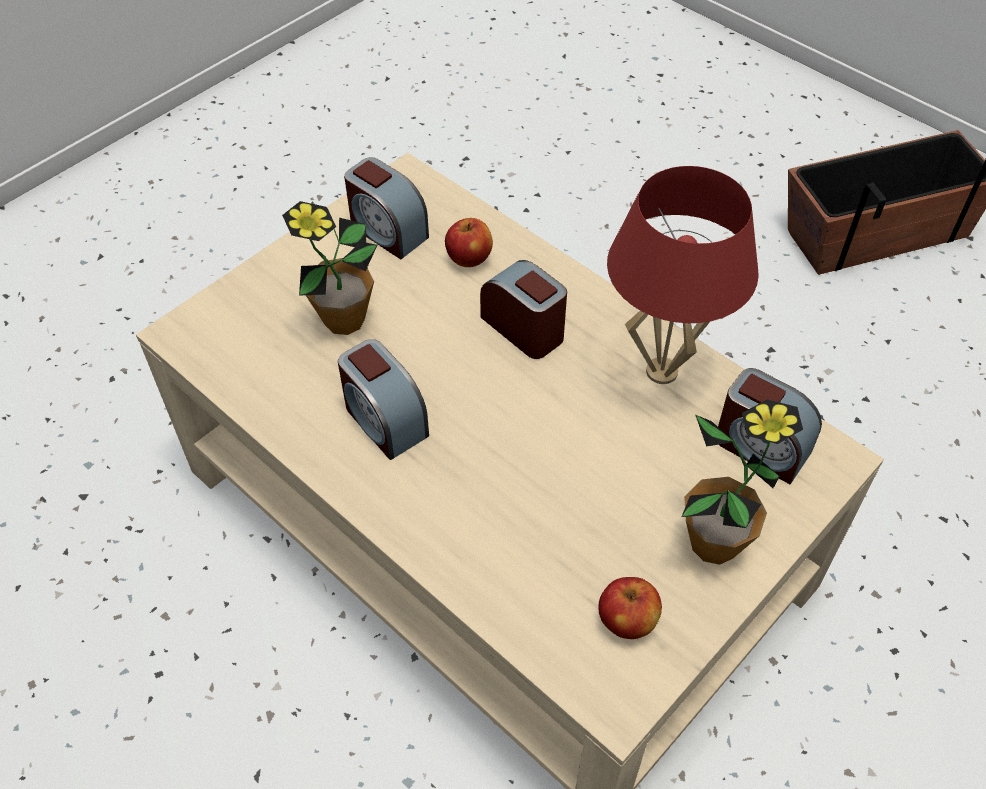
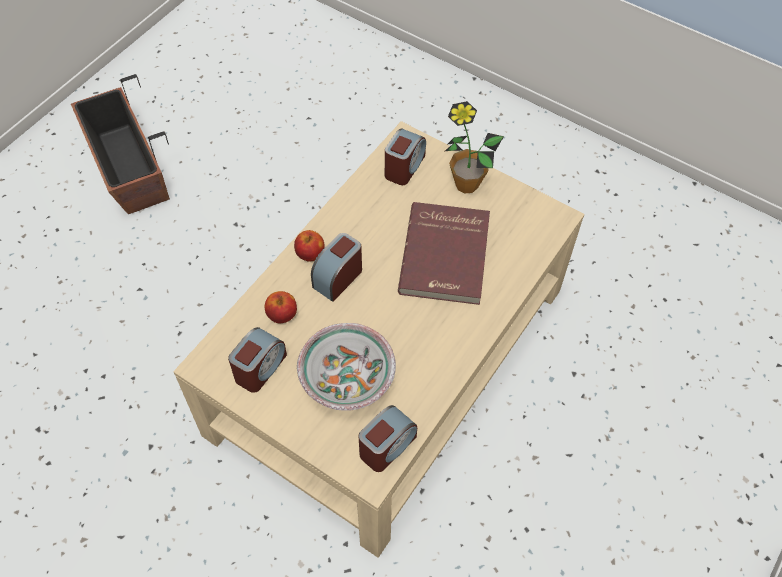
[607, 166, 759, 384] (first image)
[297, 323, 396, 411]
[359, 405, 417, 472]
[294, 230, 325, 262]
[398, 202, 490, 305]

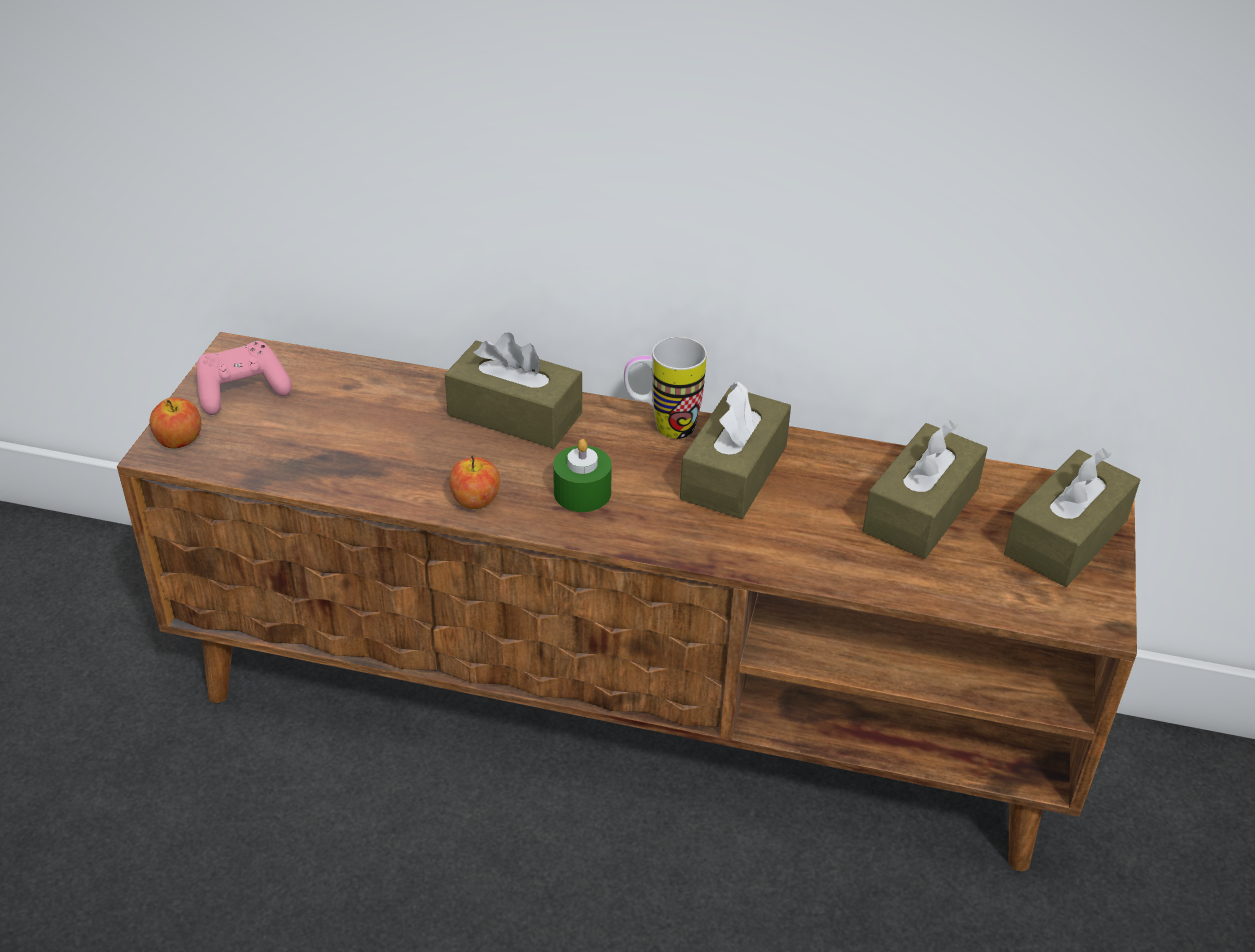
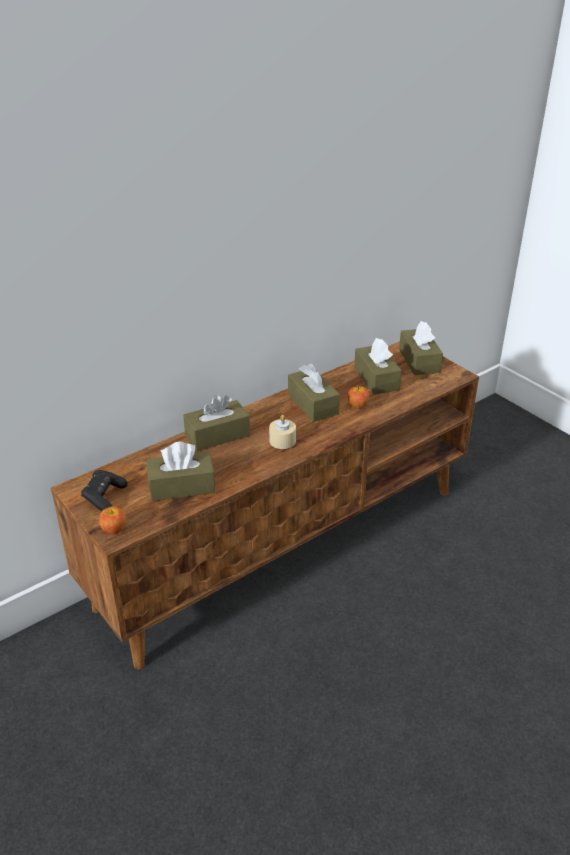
[624, 337, 707, 439] (first image)
[81, 470, 128, 511]
[269, 415, 296, 449]
[348, 385, 369, 409]
[147, 441, 215, 501]

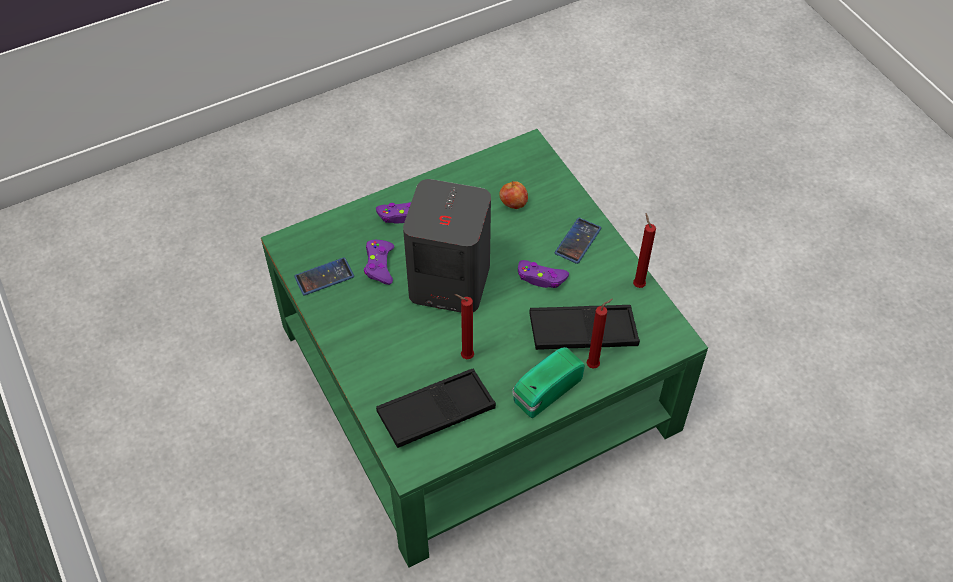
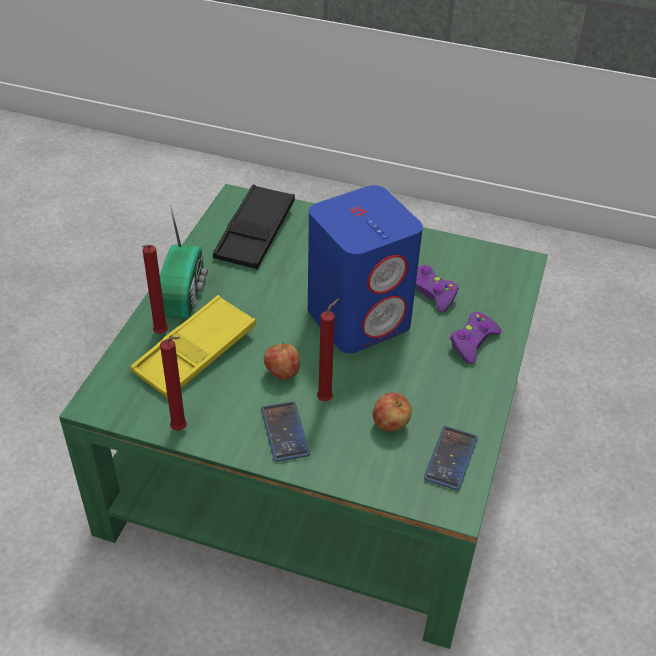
[308, 185, 423, 353]
[424, 426, 478, 491]
[264, 342, 300, 380]
[317, 298, 339, 401]
[130, 295, 256, 398]

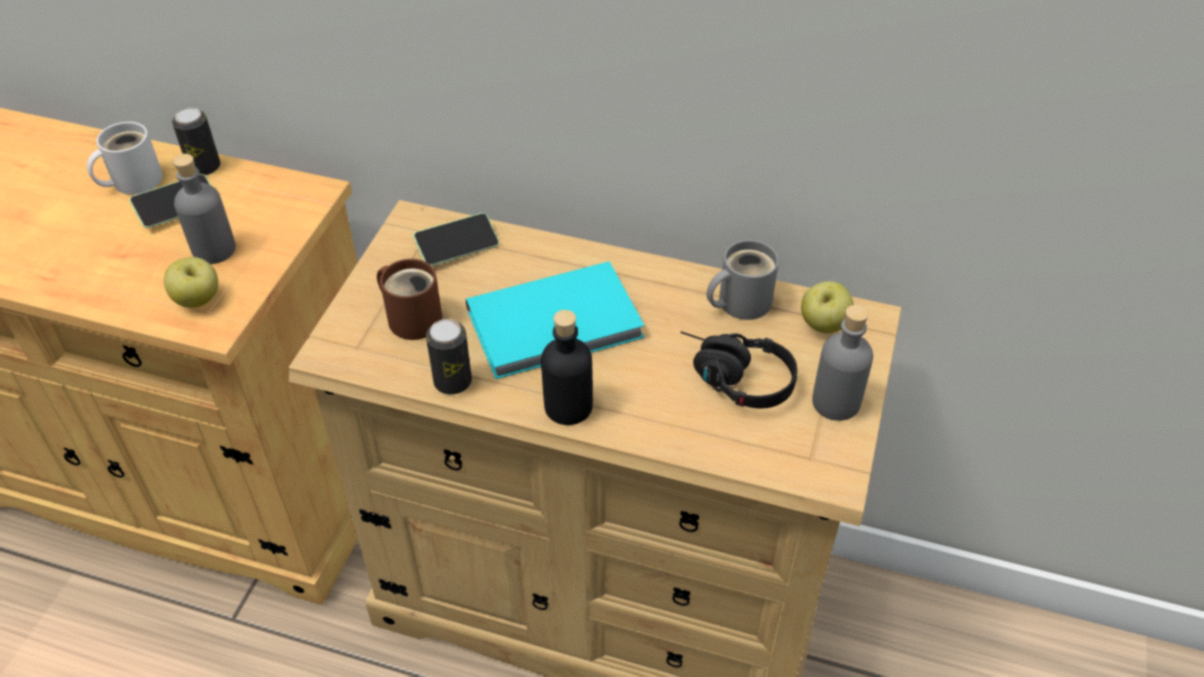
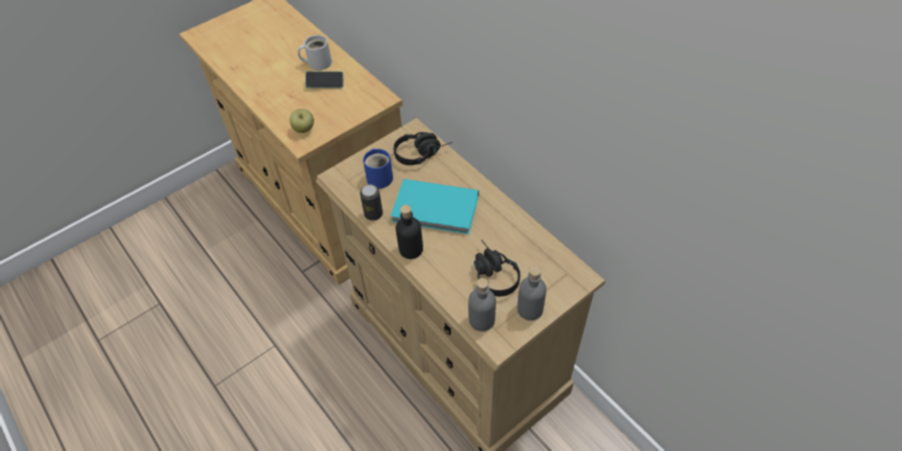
[172, 107, 221, 175] (first image)
[468, 278, 496, 332]
[394, 132, 453, 165]
[707, 240, 779, 320] (first image)
[363, 148, 393, 189]
[801, 281, 854, 333] (first image)

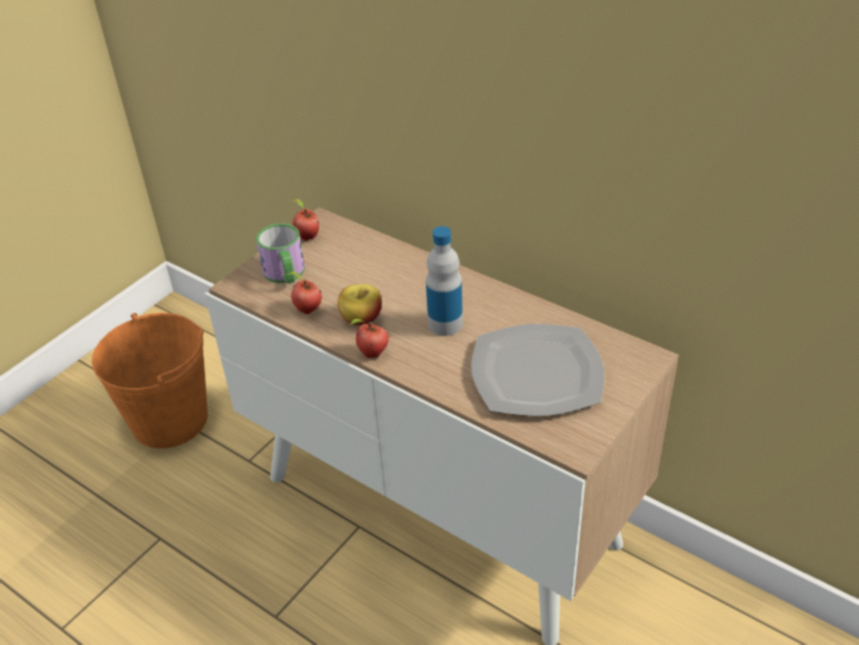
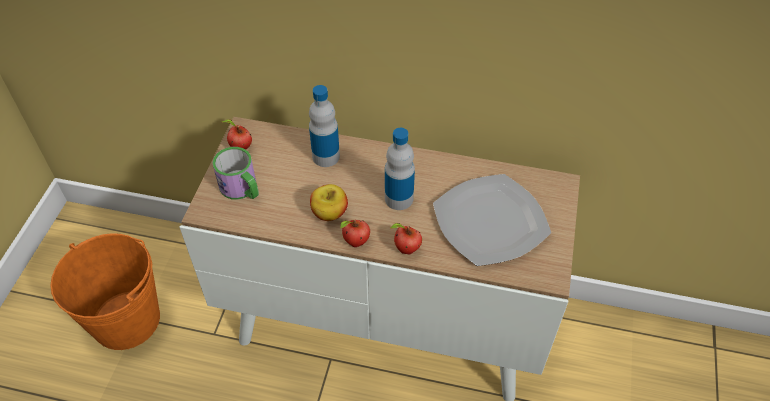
[391, 223, 422, 254]
[309, 85, 340, 167]

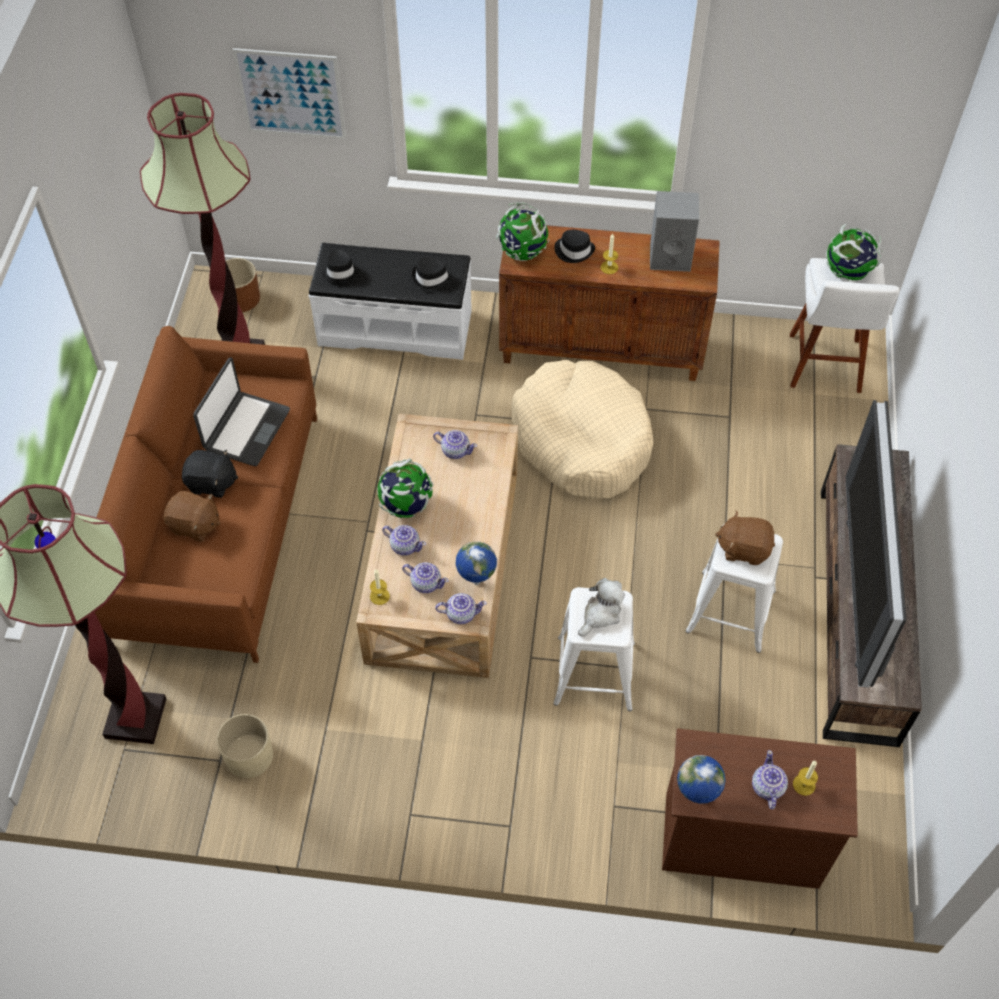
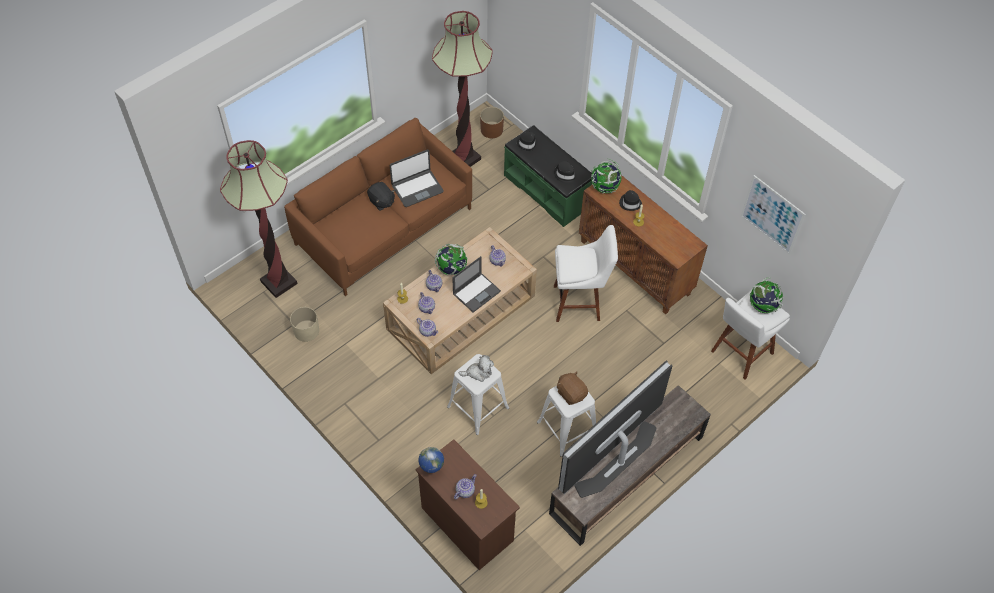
[741, 175, 806, 255]
[650, 191, 699, 272] (first image)
[504, 125, 592, 227]
[554, 225, 618, 322]
[164, 491, 220, 542] (first image)
[456, 541, 497, 585] (first image)
[452, 256, 501, 313]

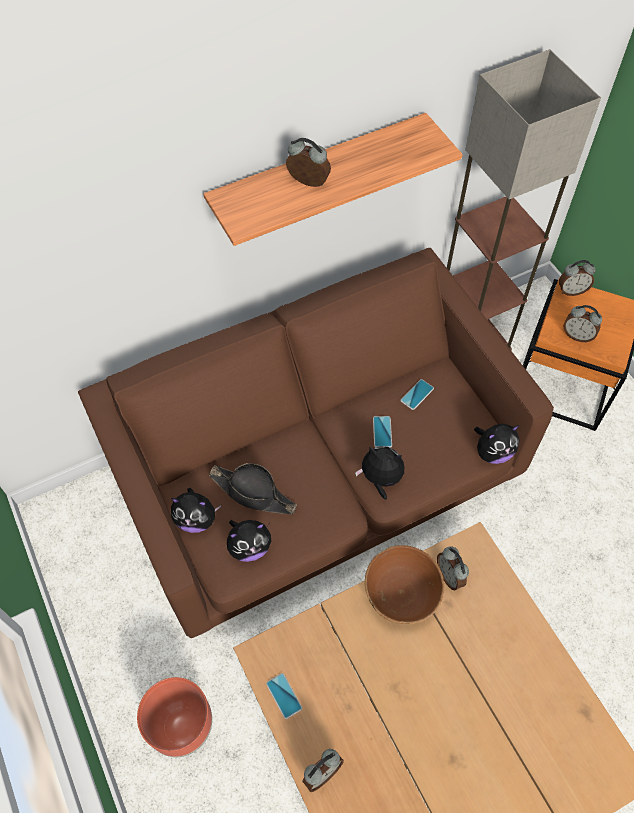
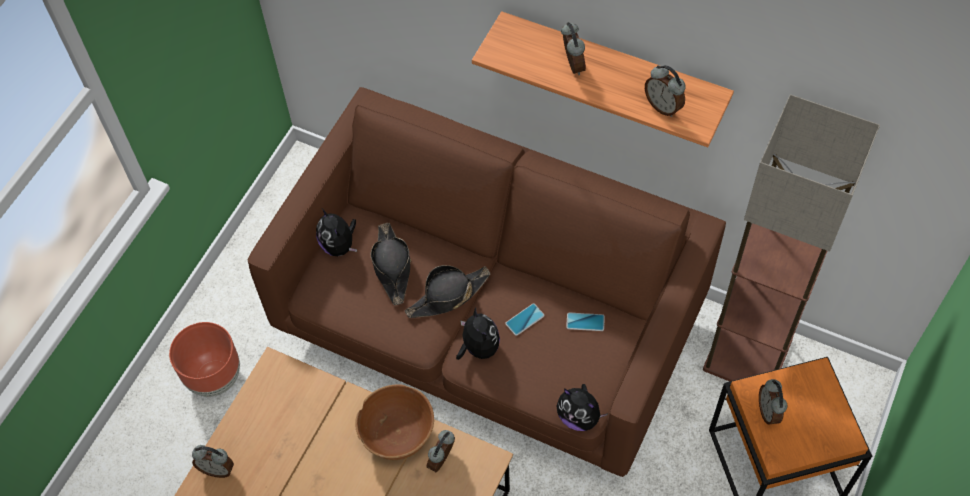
[645, 65, 686, 117]
[227, 520, 271, 562] (first image)
[266, 673, 302, 719] (first image)
[405, 265, 490, 318]

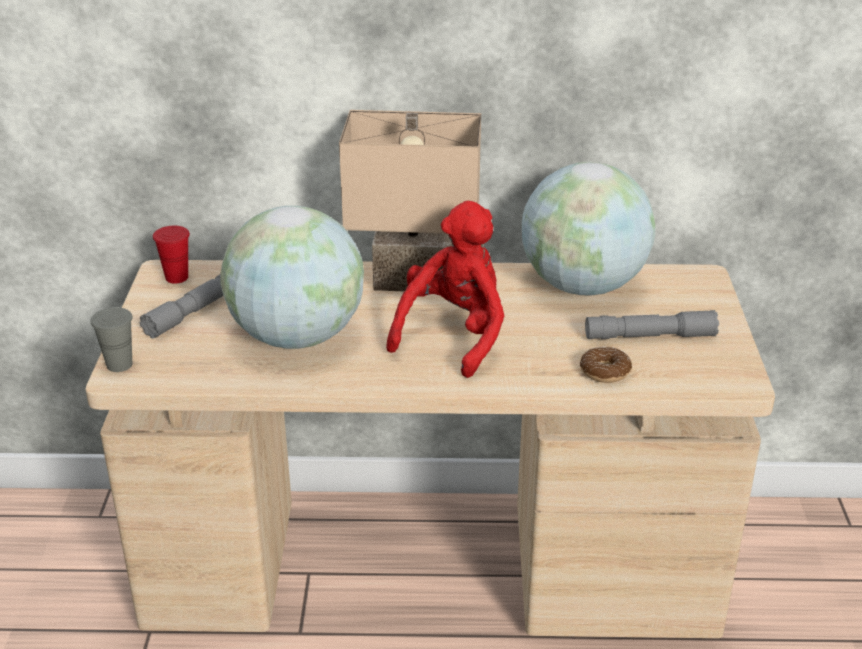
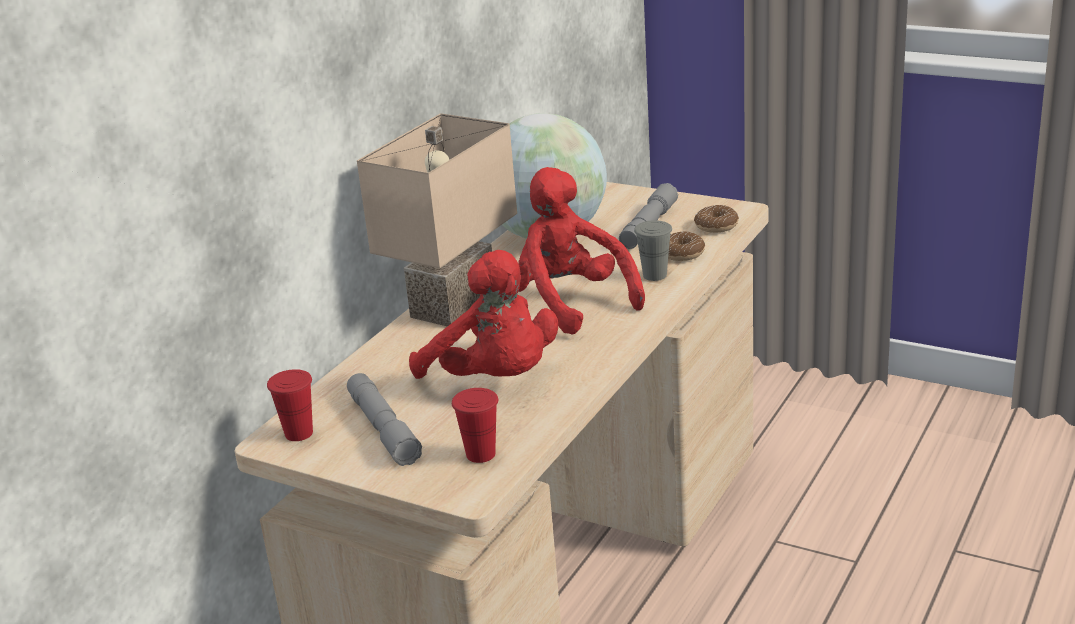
[409, 250, 558, 379]
[634, 220, 672, 281]
[694, 205, 739, 233]
[452, 388, 498, 463]

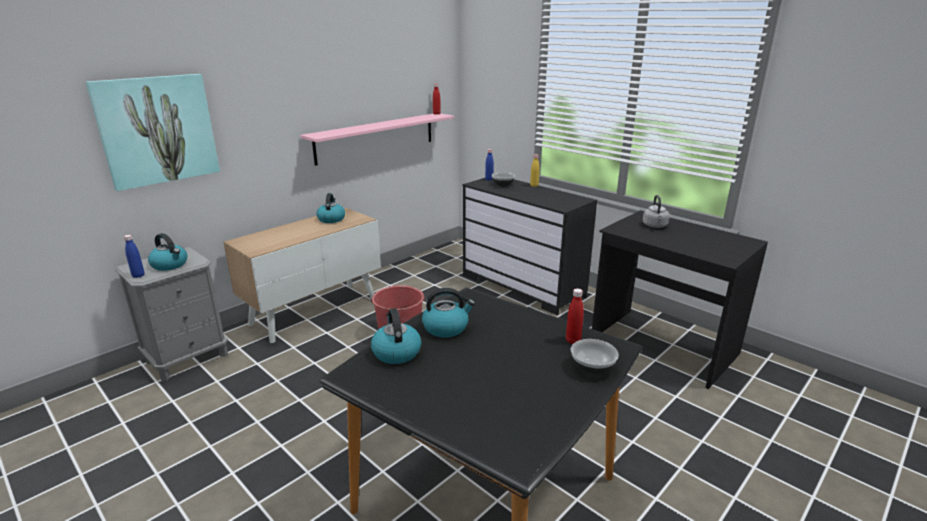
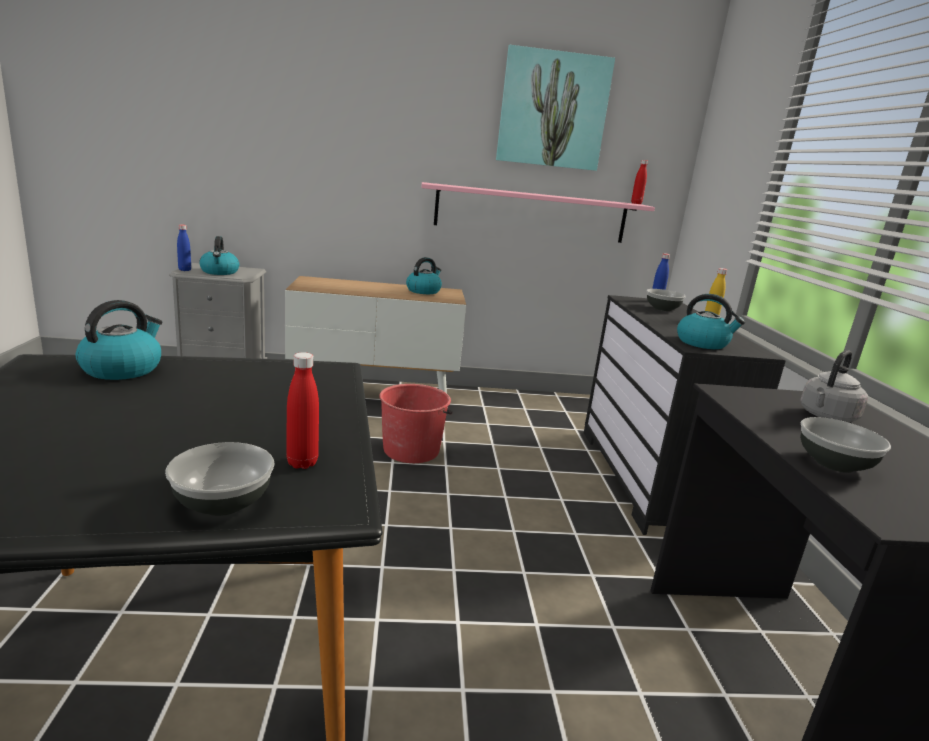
[496, 45, 615, 171]
[677, 294, 745, 349]
[800, 417, 891, 473]

